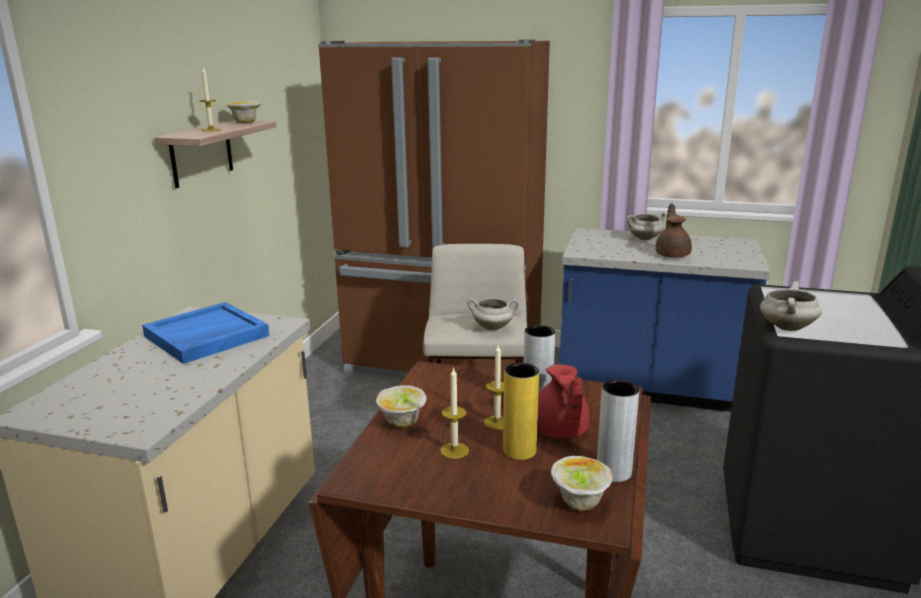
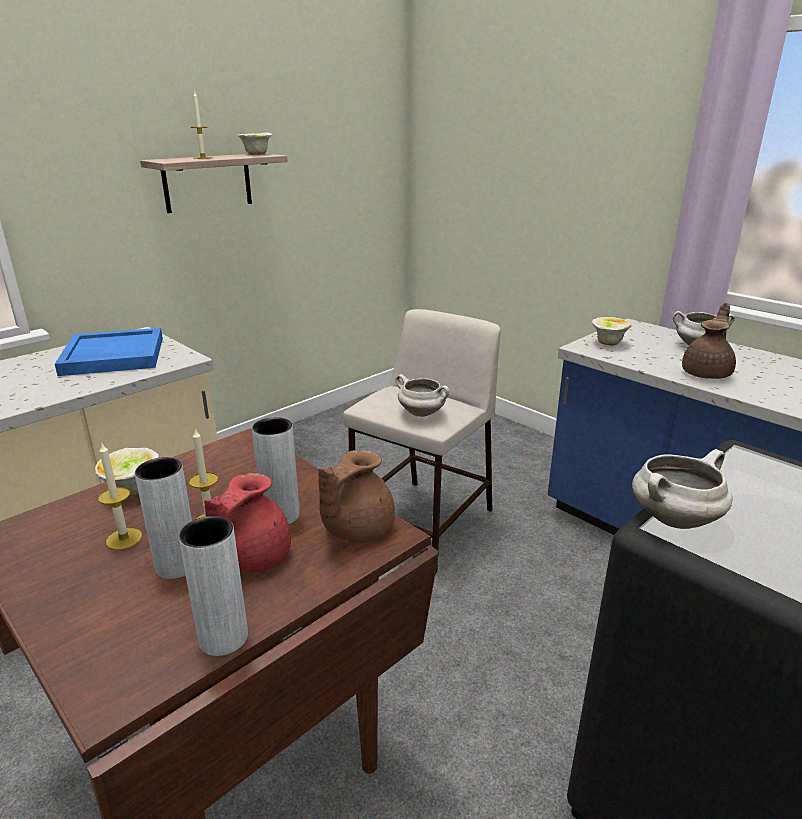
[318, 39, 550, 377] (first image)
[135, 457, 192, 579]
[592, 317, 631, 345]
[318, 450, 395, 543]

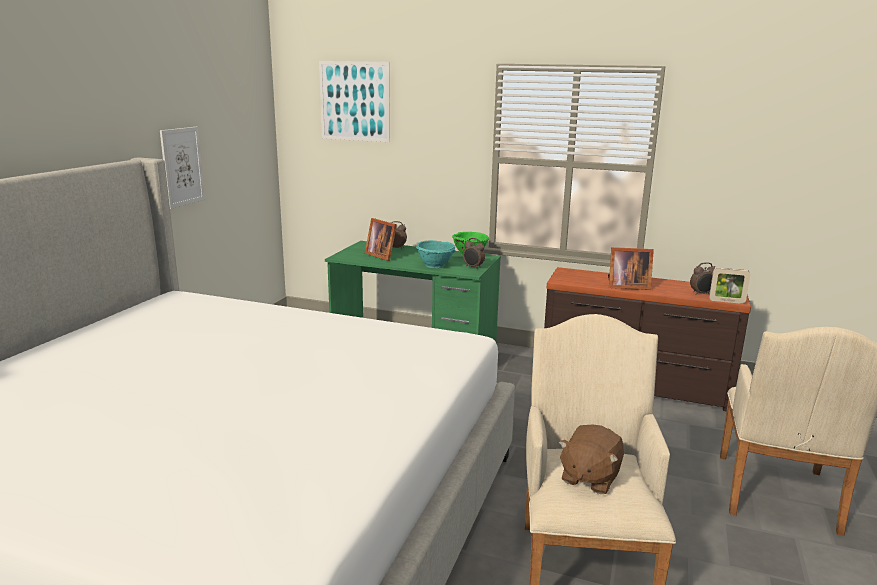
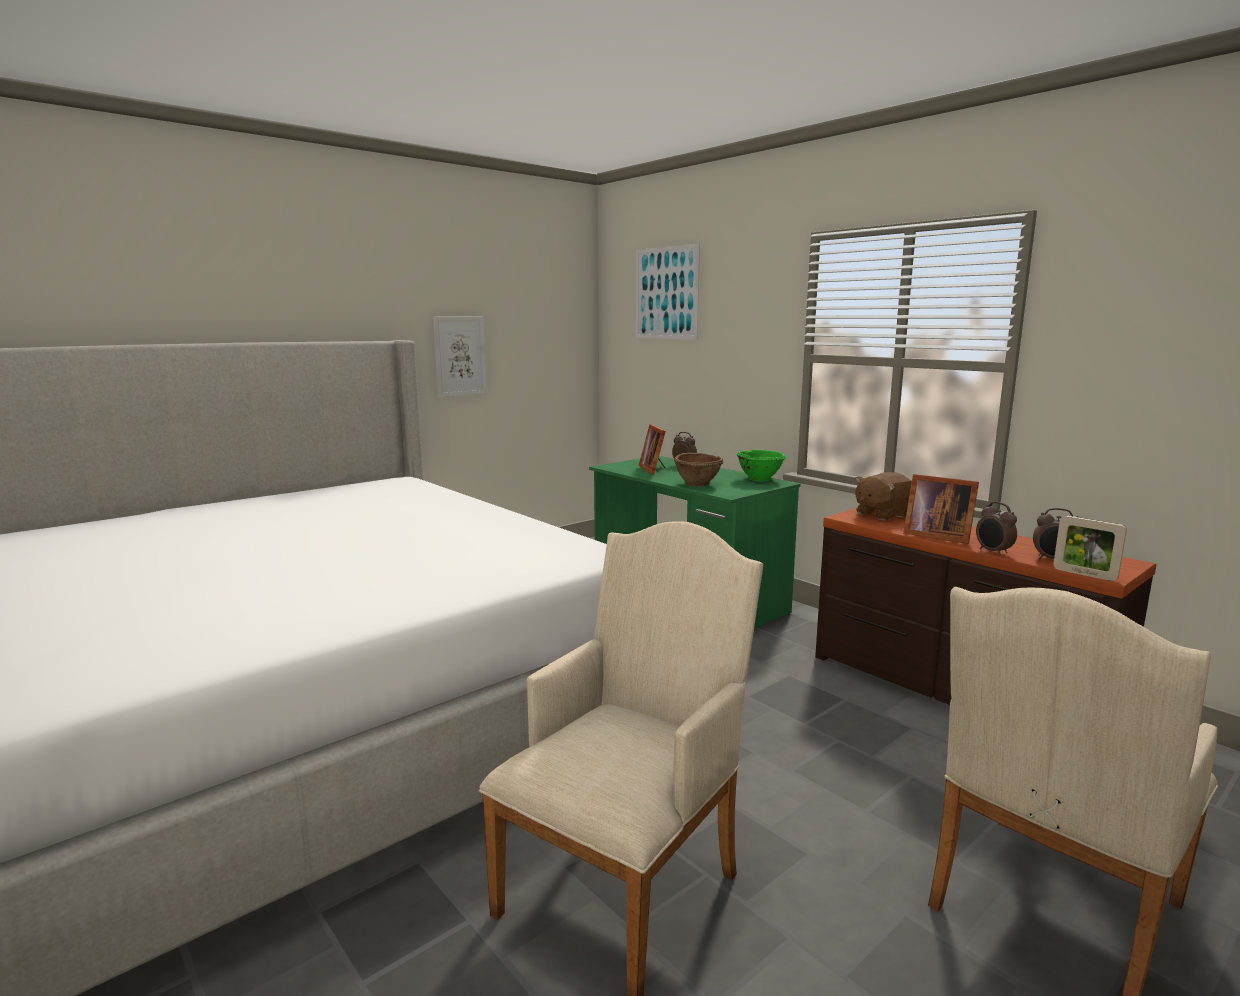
[976, 502, 1017, 556]
[674, 453, 723, 487]
[855, 472, 912, 521]

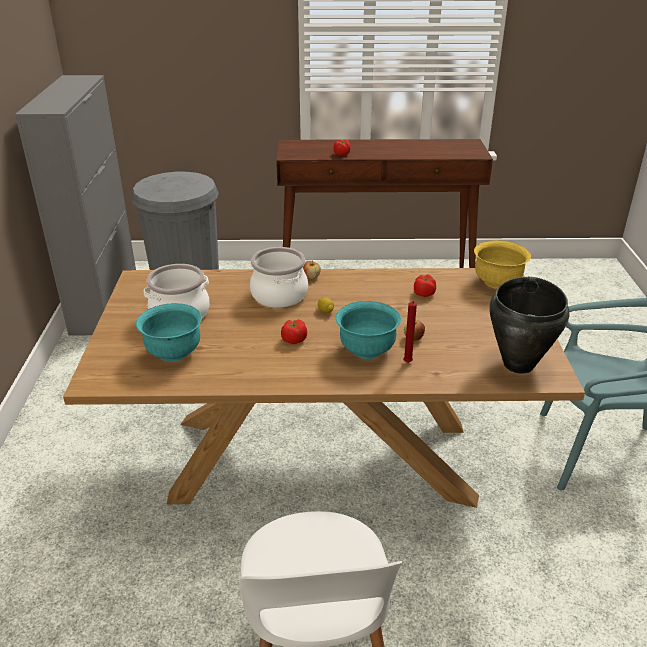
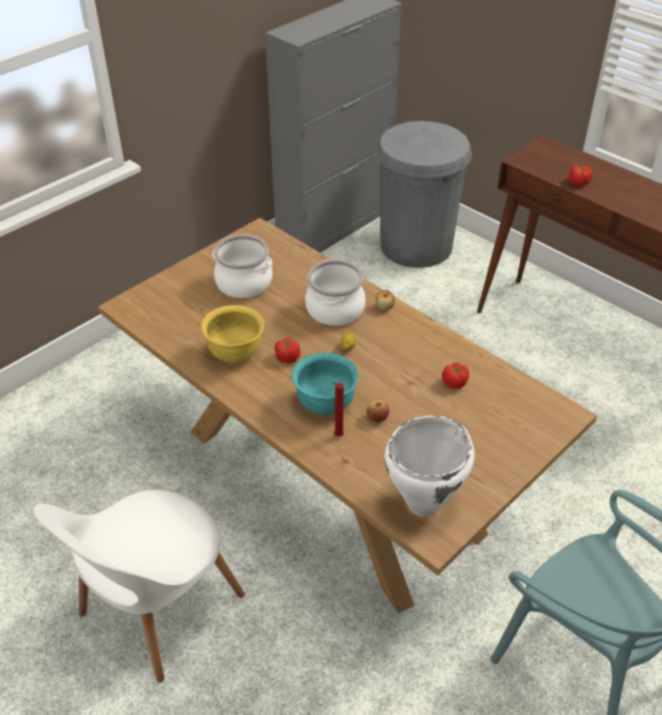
[201, 305, 264, 363]
[384, 416, 475, 517]
[136, 303, 202, 362] (first image)

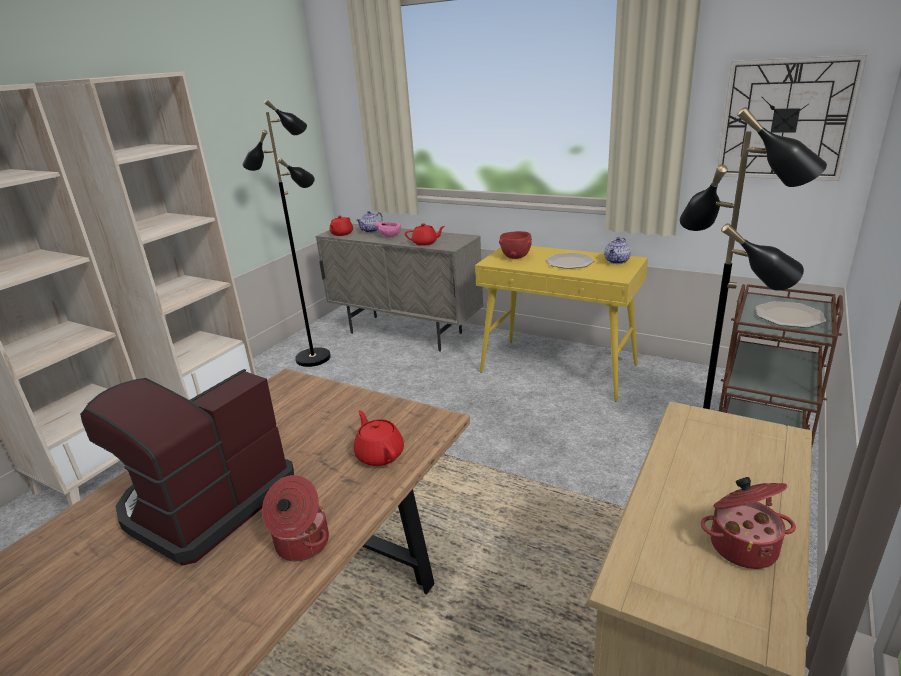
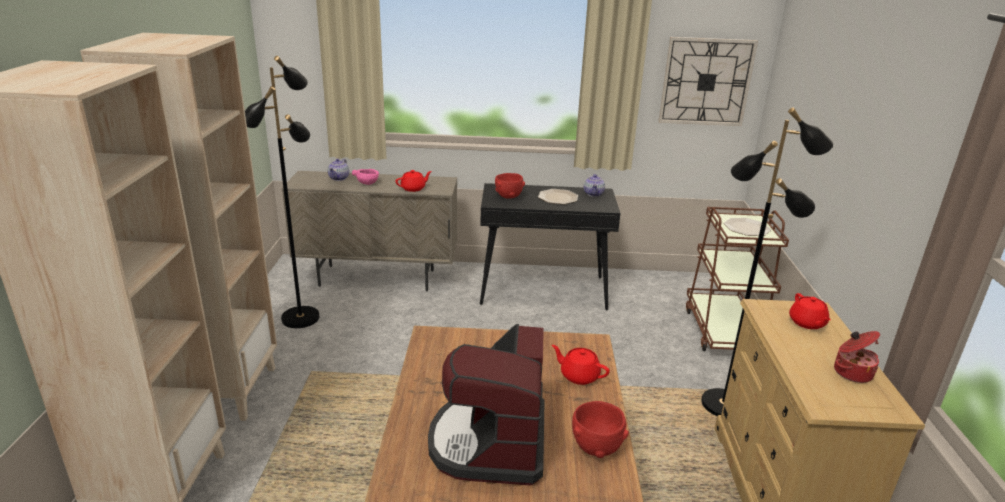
[789, 293, 831, 329]
[480, 183, 621, 310]
[572, 401, 629, 458]

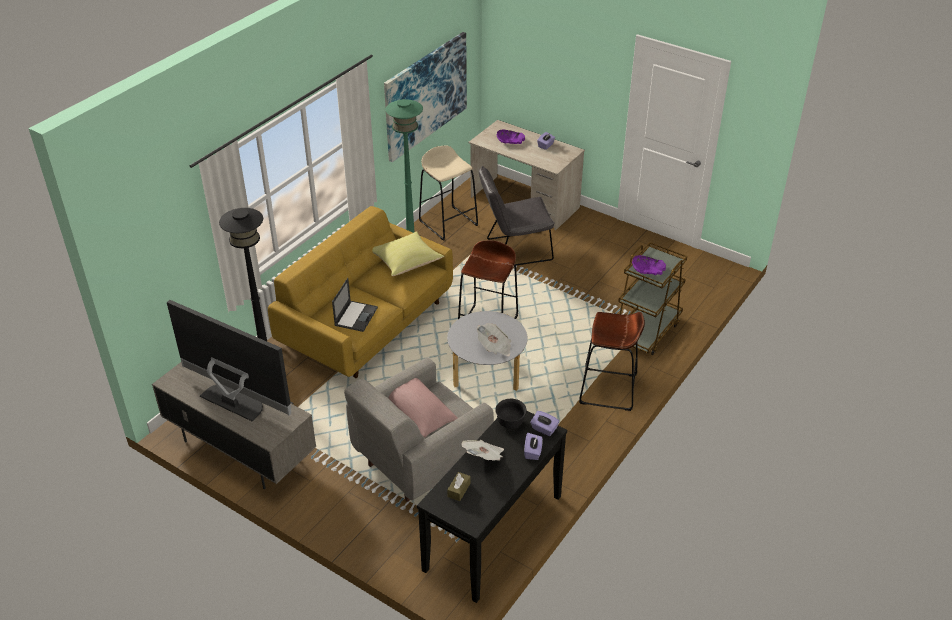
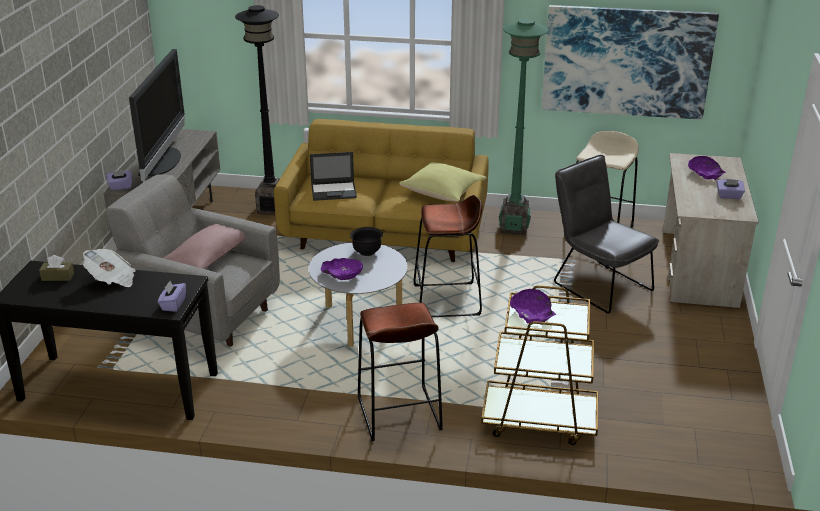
[321, 258, 363, 280]
[350, 227, 383, 256]
[106, 171, 132, 190]

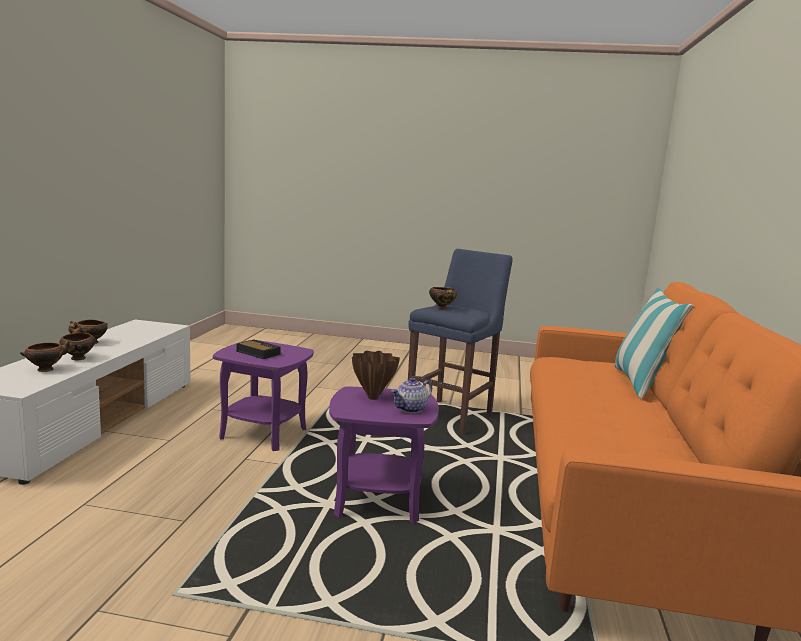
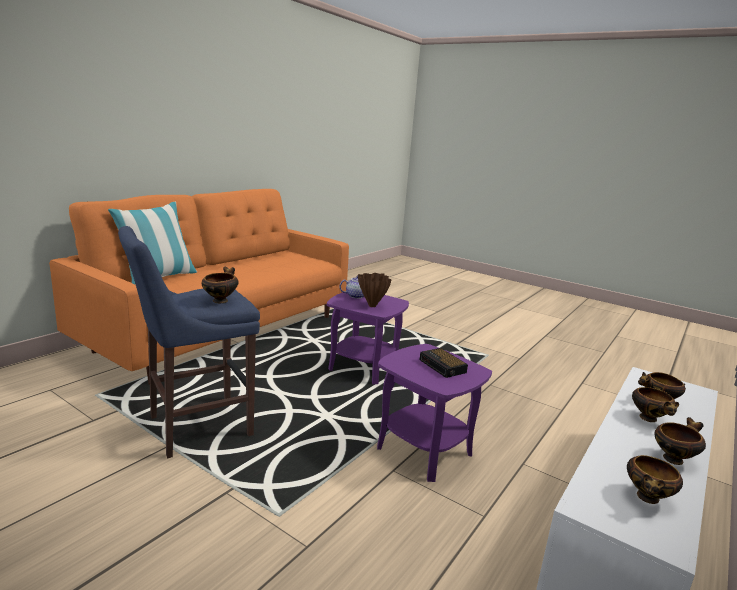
[627, 455, 683, 504]

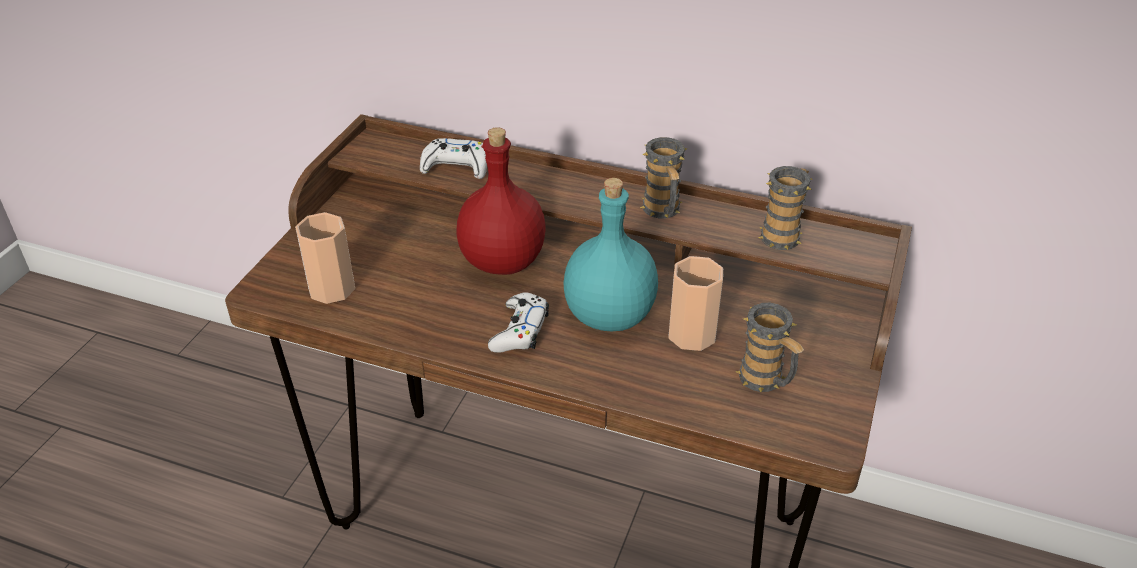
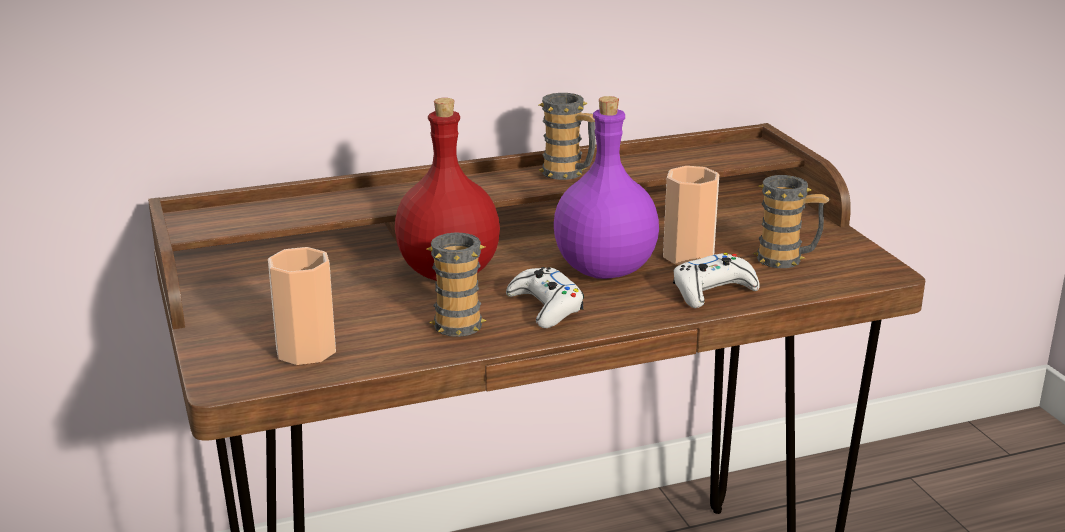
[673, 253, 760, 308]
[427, 232, 487, 337]
[554, 96, 659, 279]

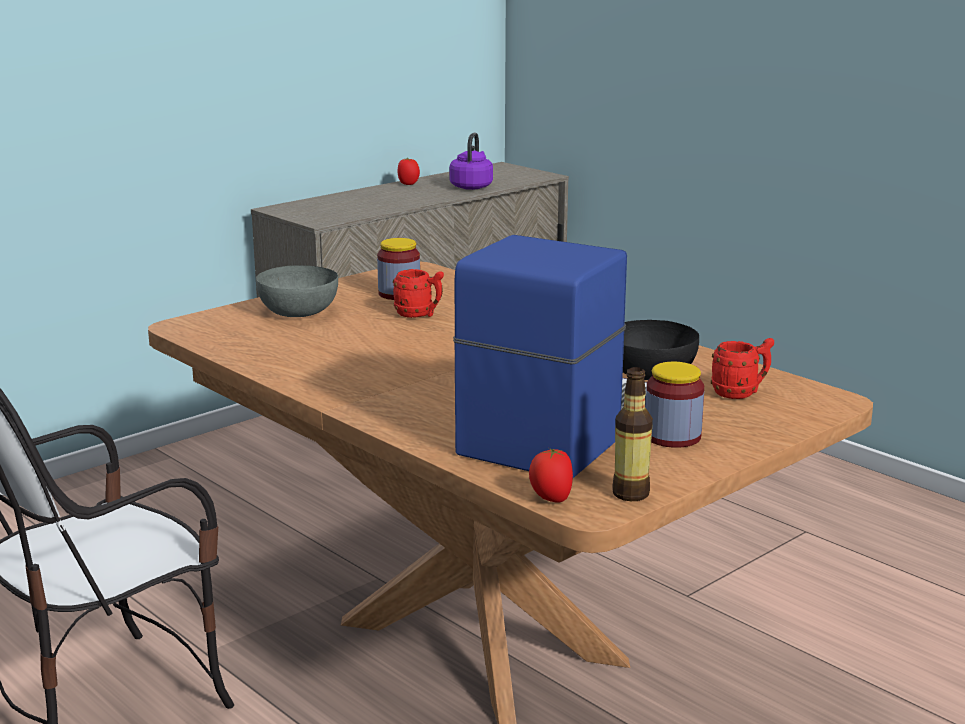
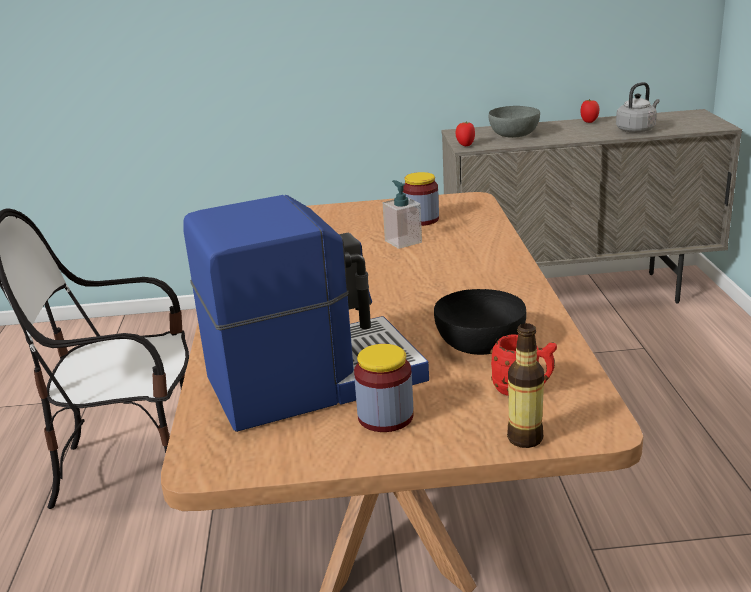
[616, 82, 660, 133]
[489, 106, 540, 138]
[383, 180, 422, 249]
[507, 323, 544, 448]
[456, 121, 475, 146]

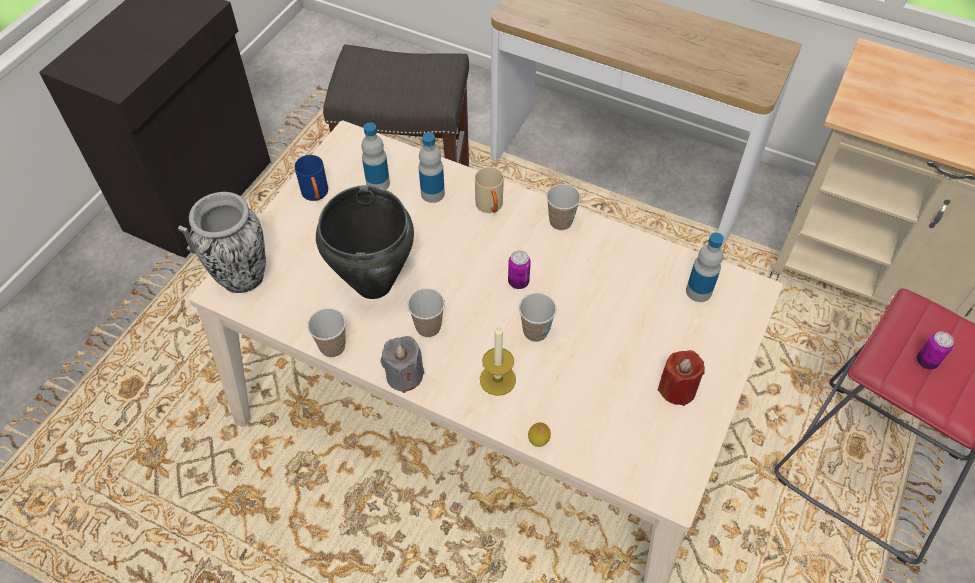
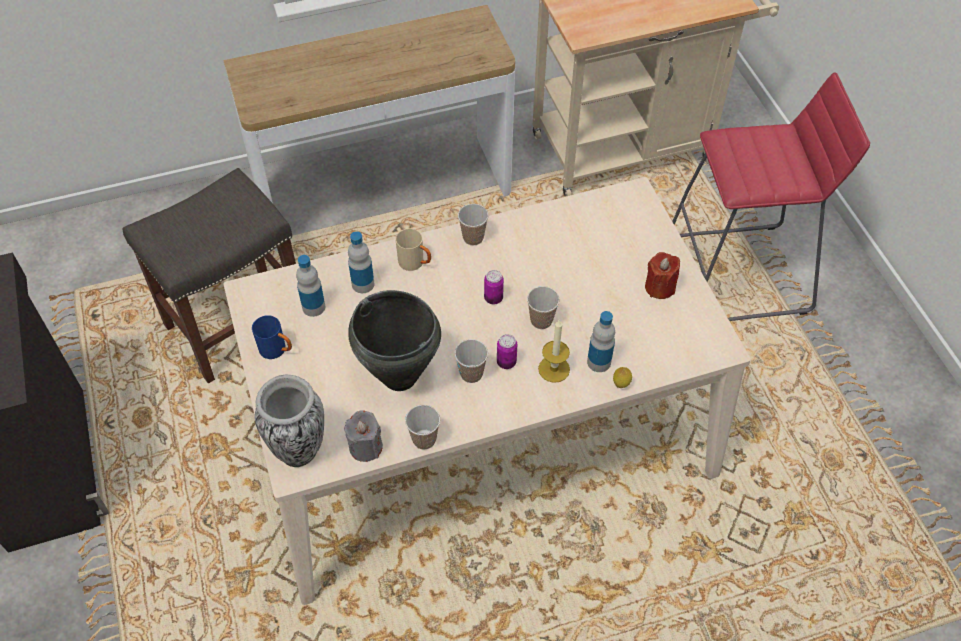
[587, 311, 615, 372]
[497, 334, 517, 369]
[344, 410, 383, 462]

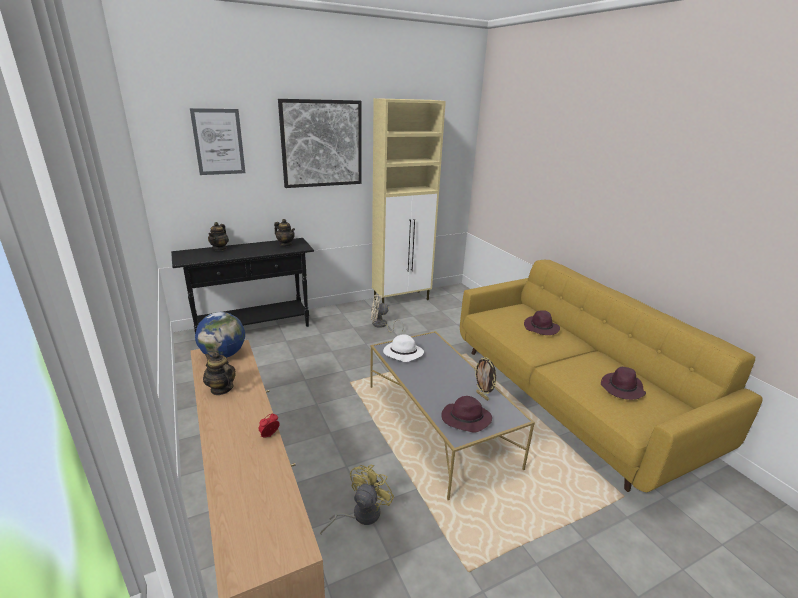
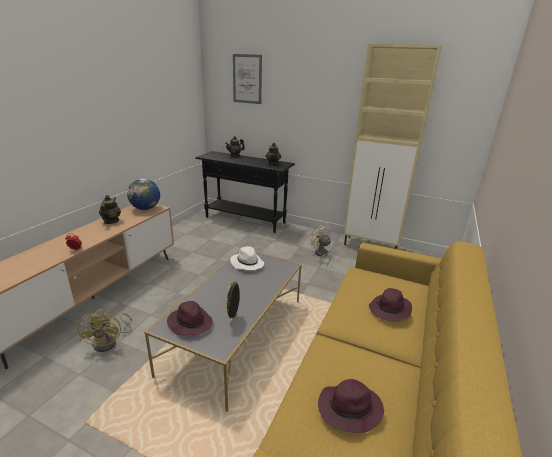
[278, 99, 362, 188] (first image)
[78, 309, 132, 352]

